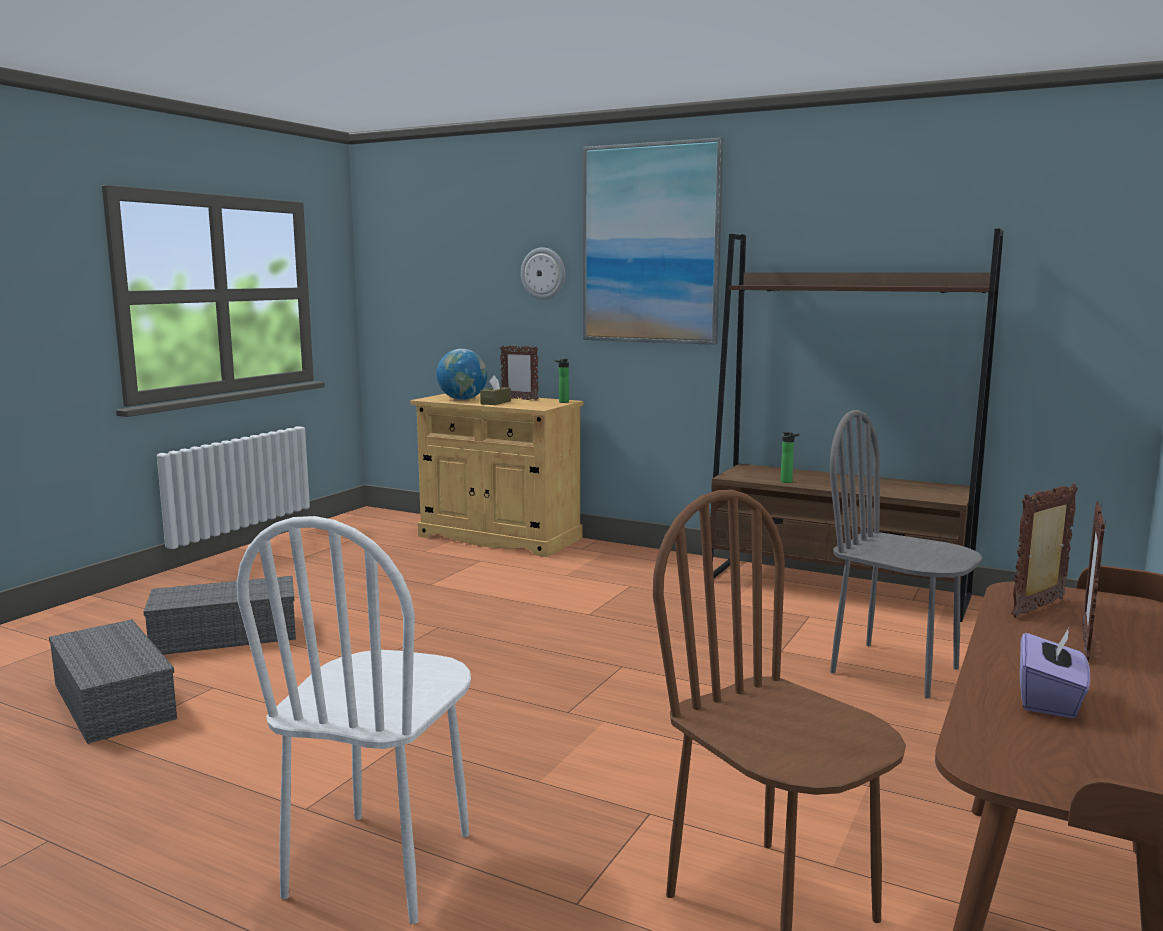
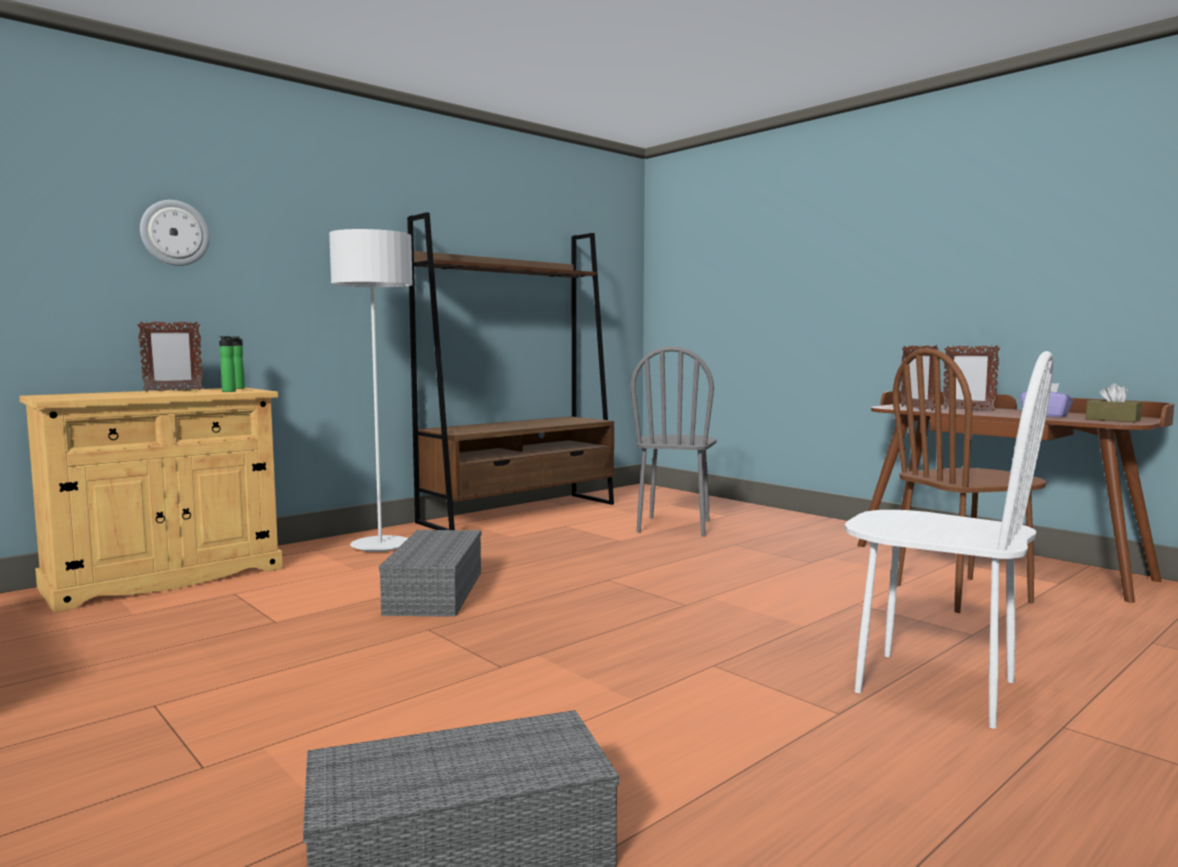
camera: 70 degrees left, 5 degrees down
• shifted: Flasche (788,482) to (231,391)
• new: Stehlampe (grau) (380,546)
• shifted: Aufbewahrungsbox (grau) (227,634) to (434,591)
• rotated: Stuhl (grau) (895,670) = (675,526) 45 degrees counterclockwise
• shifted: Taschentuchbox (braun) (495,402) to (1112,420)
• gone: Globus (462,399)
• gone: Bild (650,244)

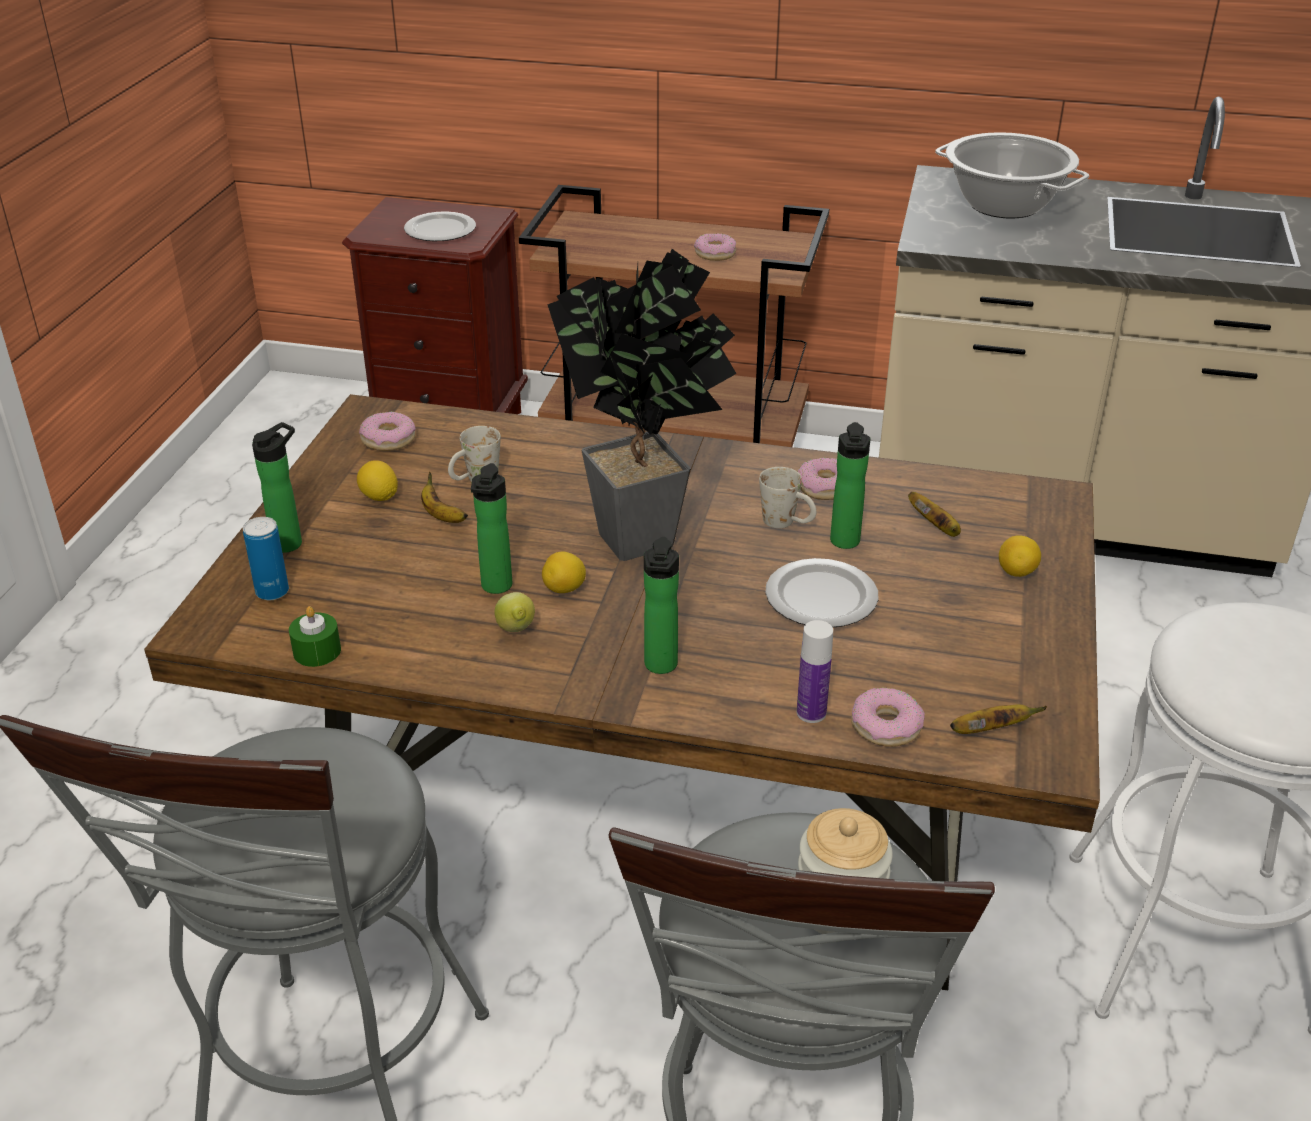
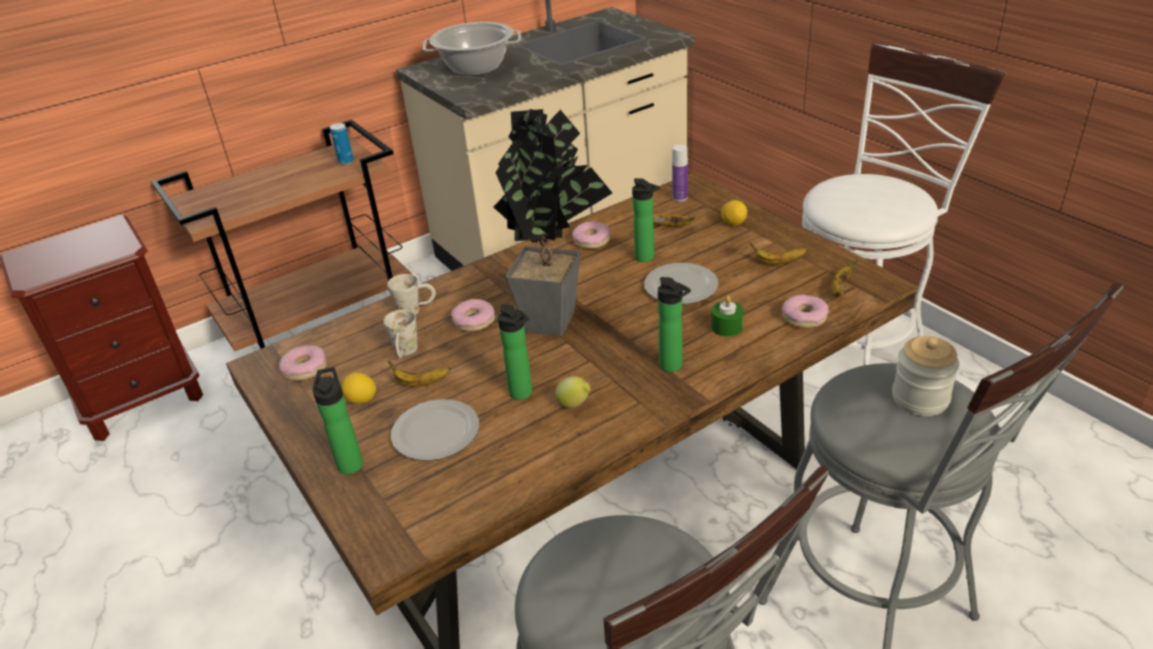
camera: 45 degrees left, 0 degrees up
• shifted: Dose (272,592) to (346,161)
• shifted: Henkelbecher (weiß) (787,523) to (416,310)
• shifted: Teller (441,230) to (437,432)
• shifted: Donut (715,253) to (474,321)
• shifted: Flasche (811,713) to (679,198)
• shifted: Kerze (grün) (317,651) to (727,327)
• new: Banane (777,262)
• gone: Zitrone (564,589)

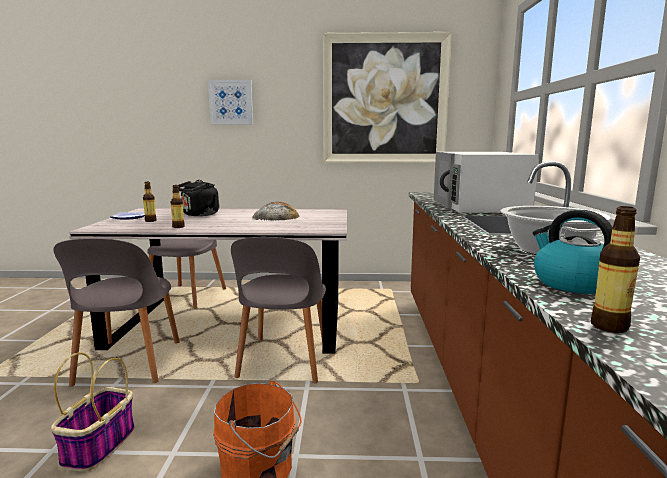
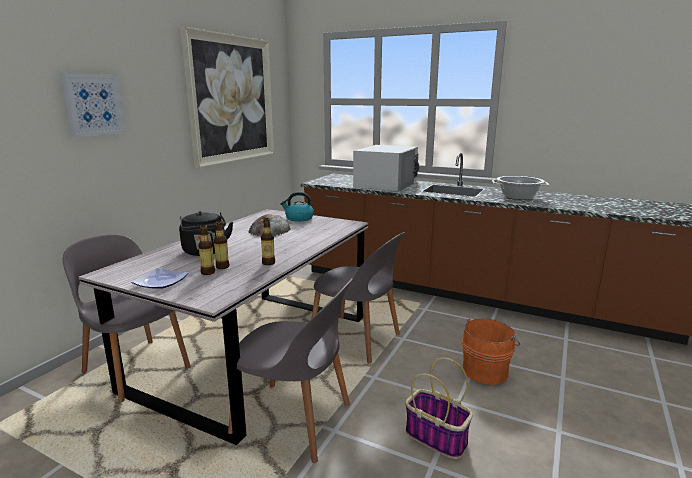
camera: 65 degrees left, 5 degrees up
• shifted: Flasche (609,326) to (222,267)
• shifted: Wasserkessel (572,283) to (299,218)
• rotated: Mikrowelle (weiß) (479,205) = (386,183) 90 degrees counterclockwise

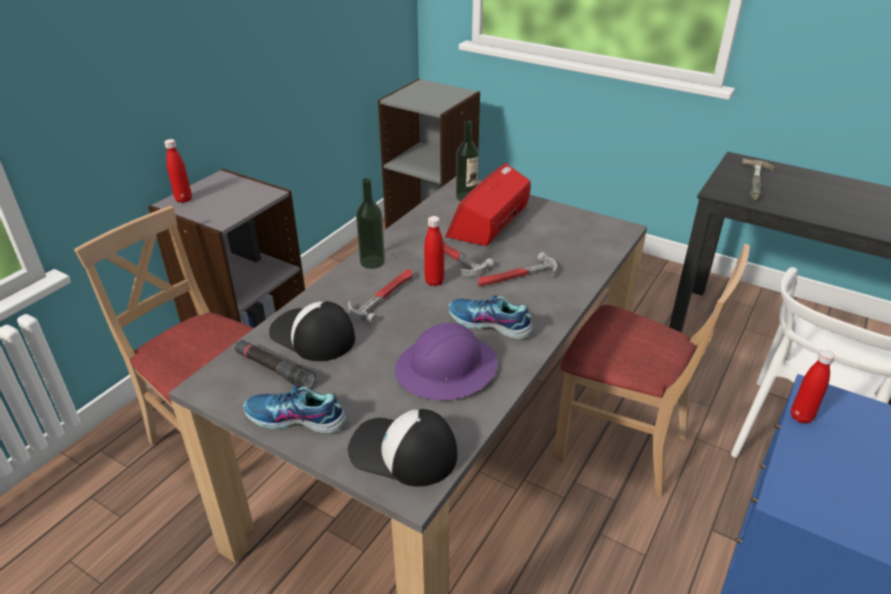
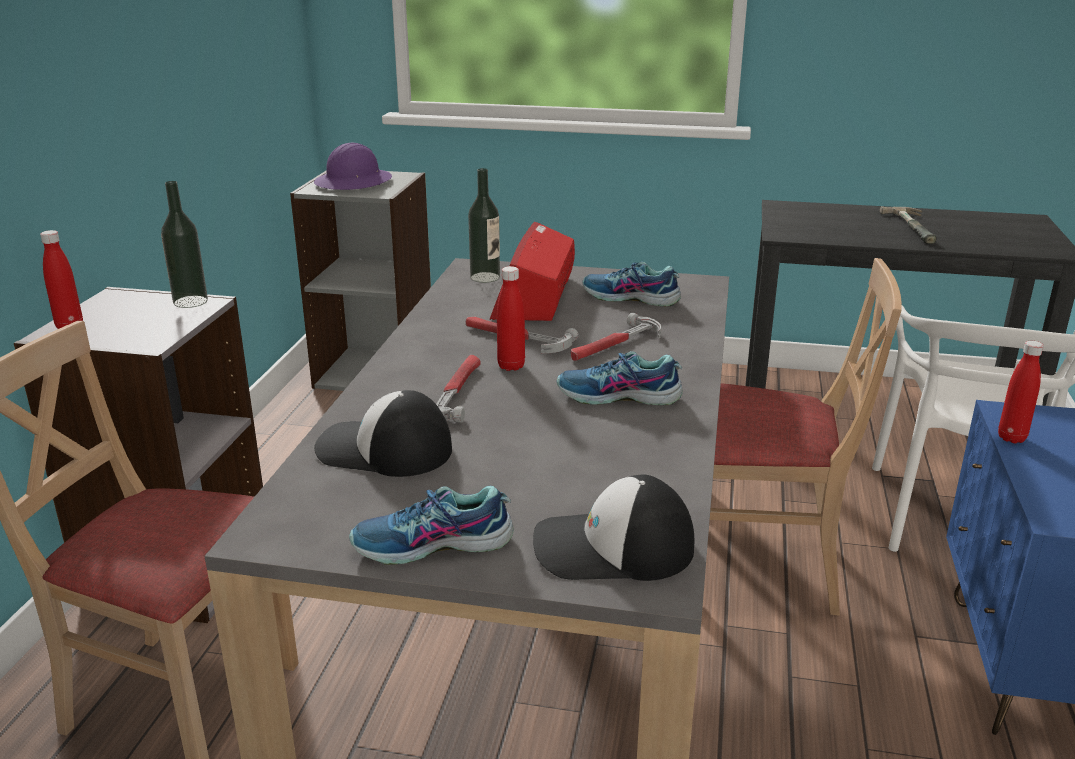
camera: 20 degrees left, 10 degrees down
• shifted: Flasche (372,262) to (190,301)
• shifted: Schutzhelm (lila) (447,369) to (354,182)
• new: Schuh (630,298)
• shifted: Hammer (759,182) to (917,227)
• gone: Taschenlampe (schwarz) (274,370)

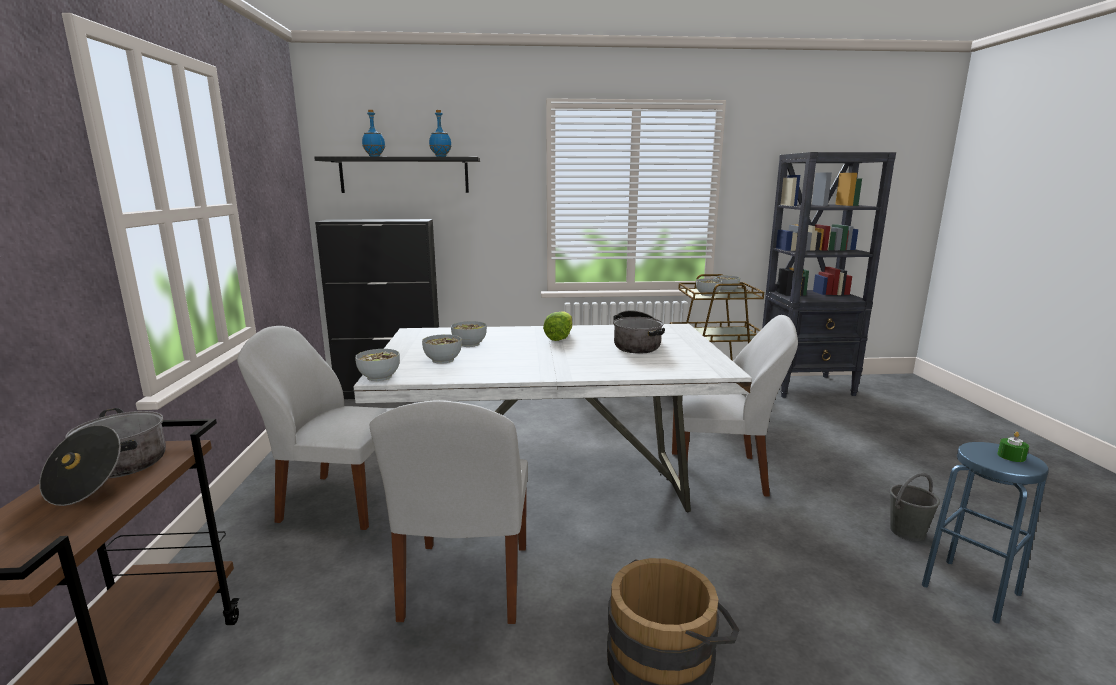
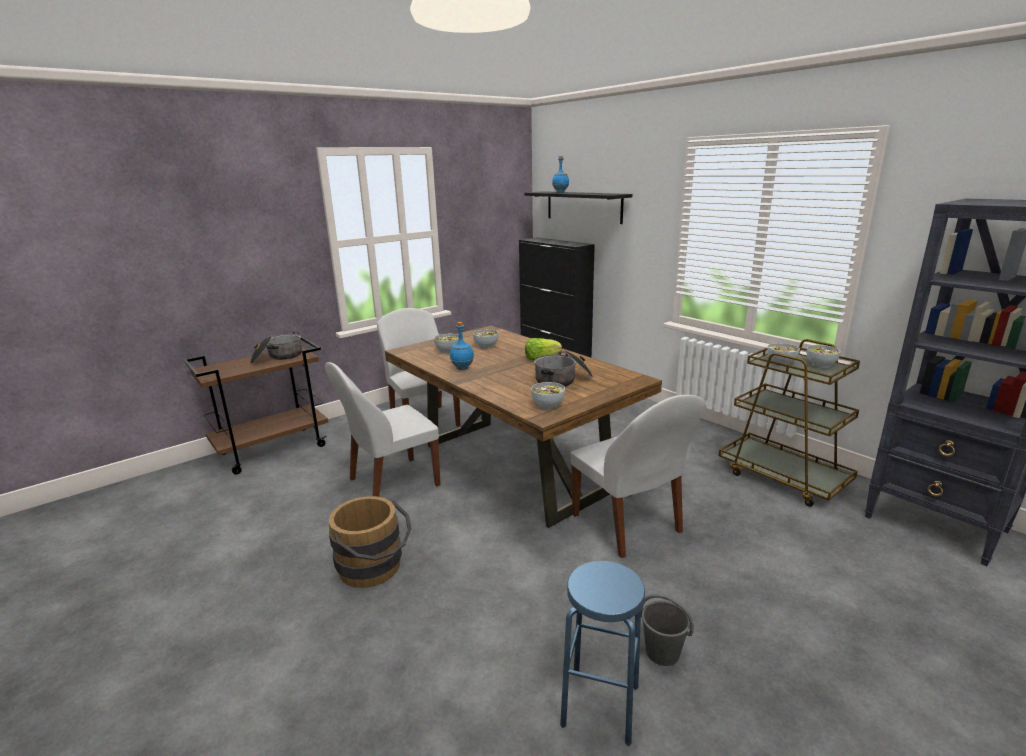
camera: 55 degrees right, 5 degrees up
• repainted: Esstisch (weiß) (549,487) to Esstisch (braun) (512,467)
• shifted: Flasche (blau) (441,156) to (462,368)
• shifted: Schüssel (379,377) to (548,405)
• gone: Kerze (grün) (1011,456)

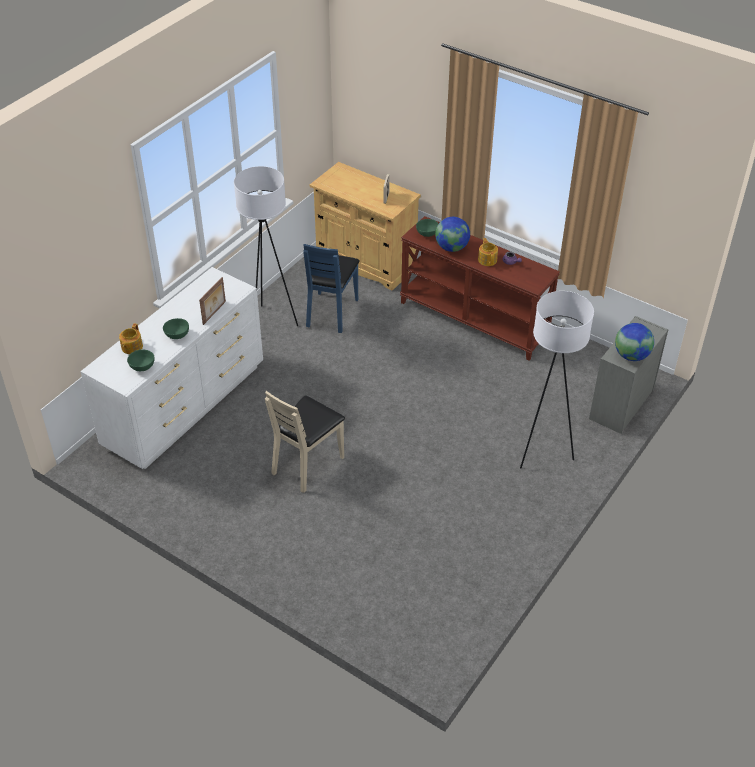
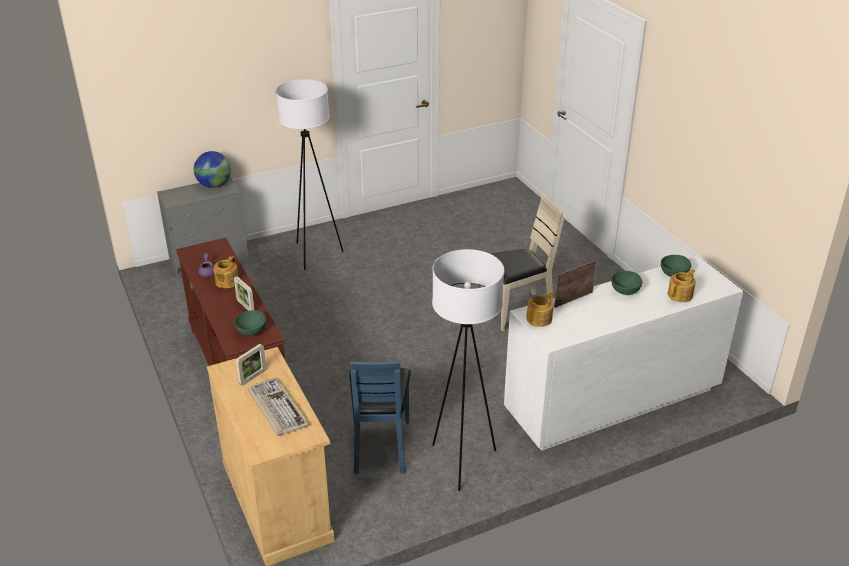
camera: 150 degrees left, 10 degrees down
• swapped: Globus (451,248) to Bilderrahmen (245,306)
• new: Tastatur (276,408)
• rotated: Stuhl (blau) (331,312) = (380,446) 135 degrees clockwise
• new: Teekanne (540,319)

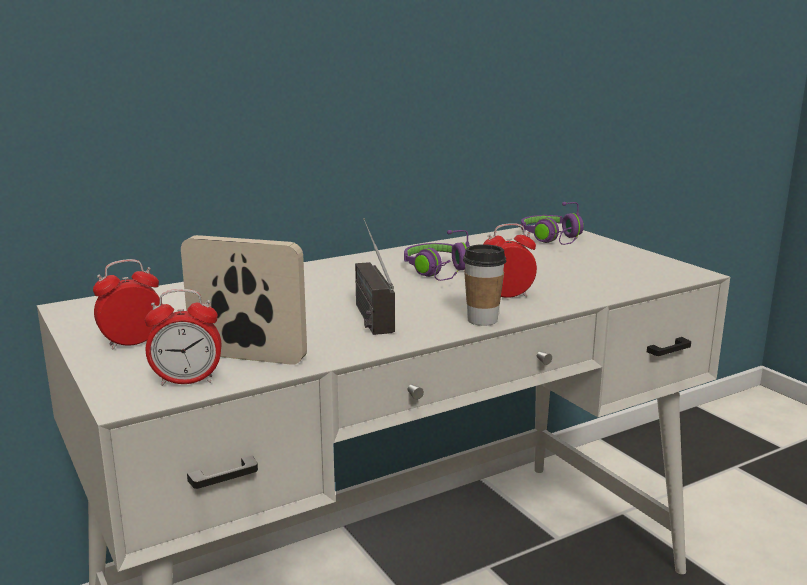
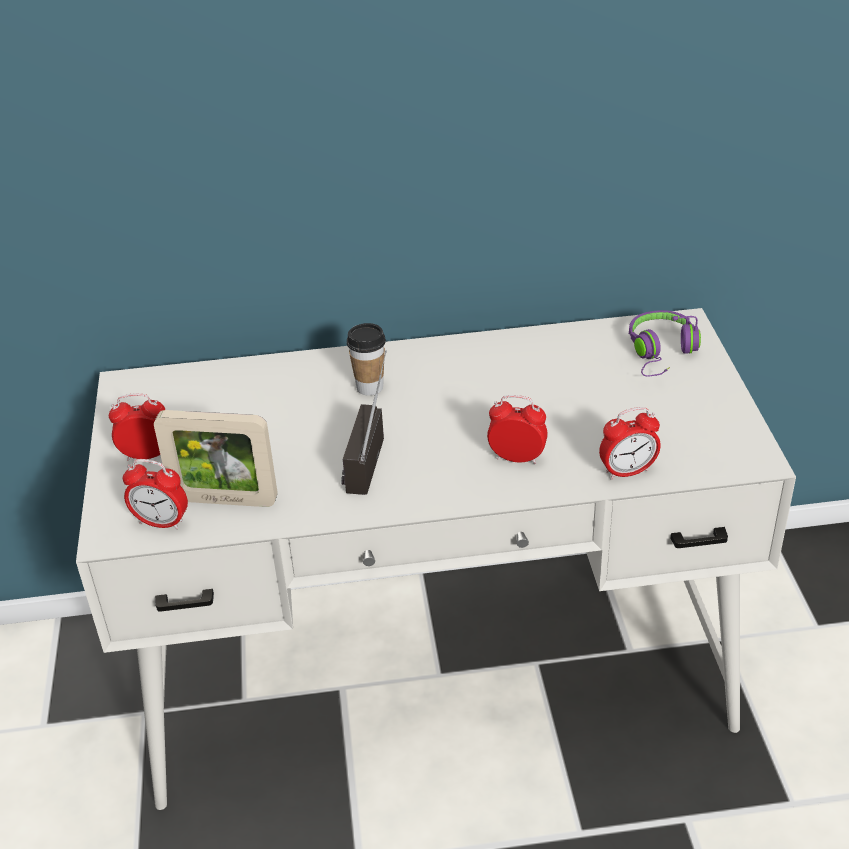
camera: 25 degrees right, 20 degrees up
• rotated: Bilderrahmen (248,357) = (224,500) 150 degrees clockwise
• shifted: Tasse (482,320) to (369,387)
• new: Wecker (627,471)
• gone: Kopfhörer (lila) (439,272)

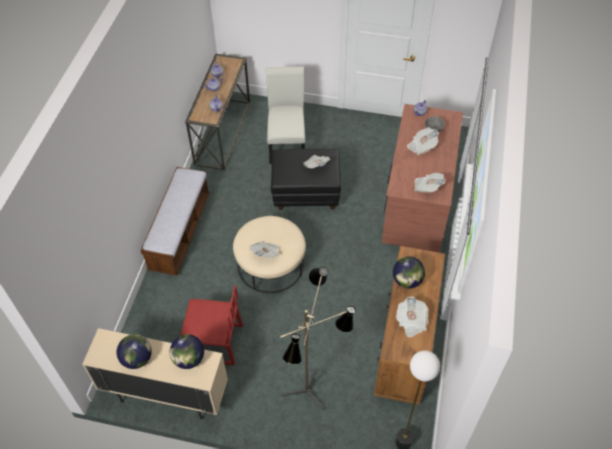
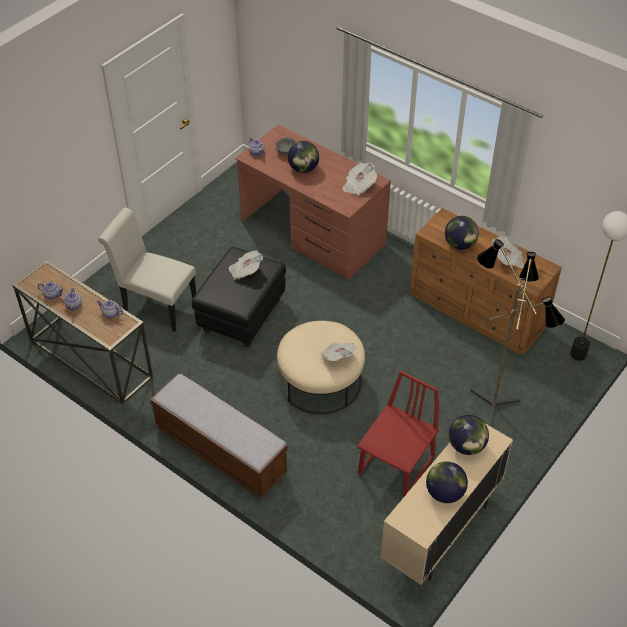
camera: 65 degrees left, 5 degrees down
• swapped: Zeitung (421,146) to Globus (303,169)

